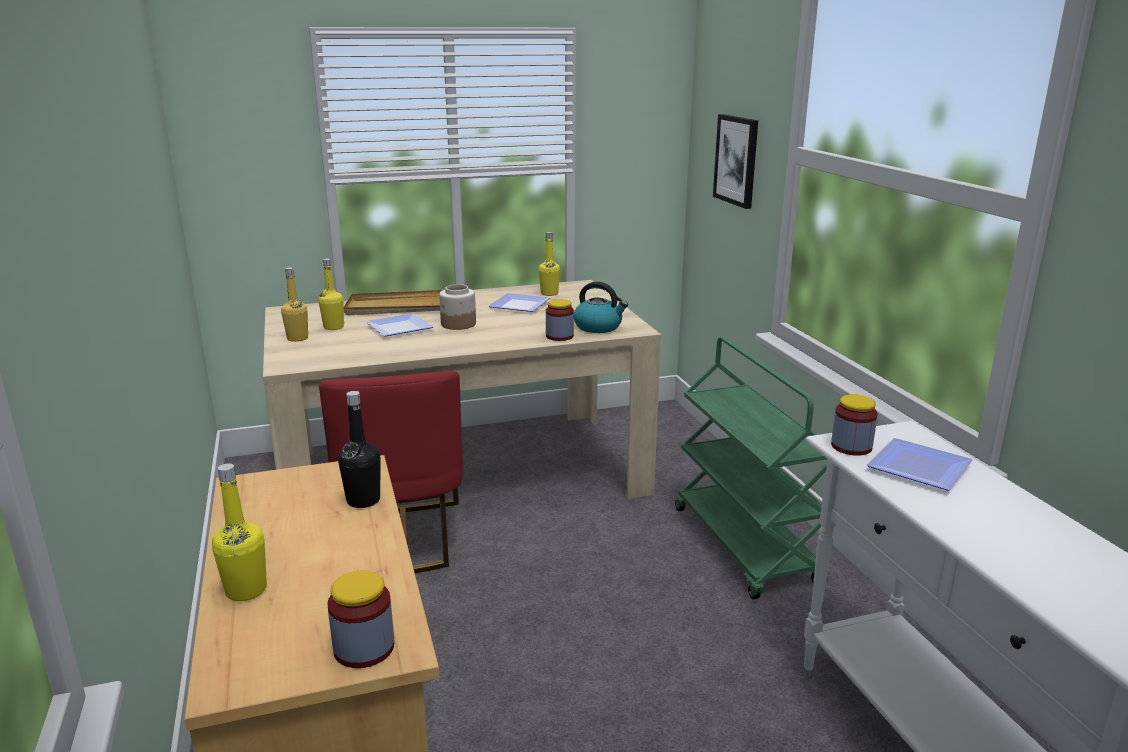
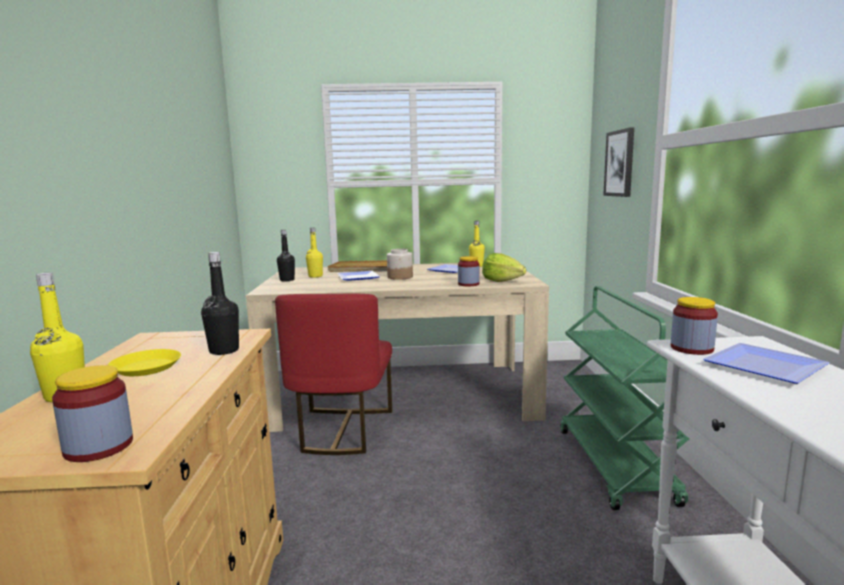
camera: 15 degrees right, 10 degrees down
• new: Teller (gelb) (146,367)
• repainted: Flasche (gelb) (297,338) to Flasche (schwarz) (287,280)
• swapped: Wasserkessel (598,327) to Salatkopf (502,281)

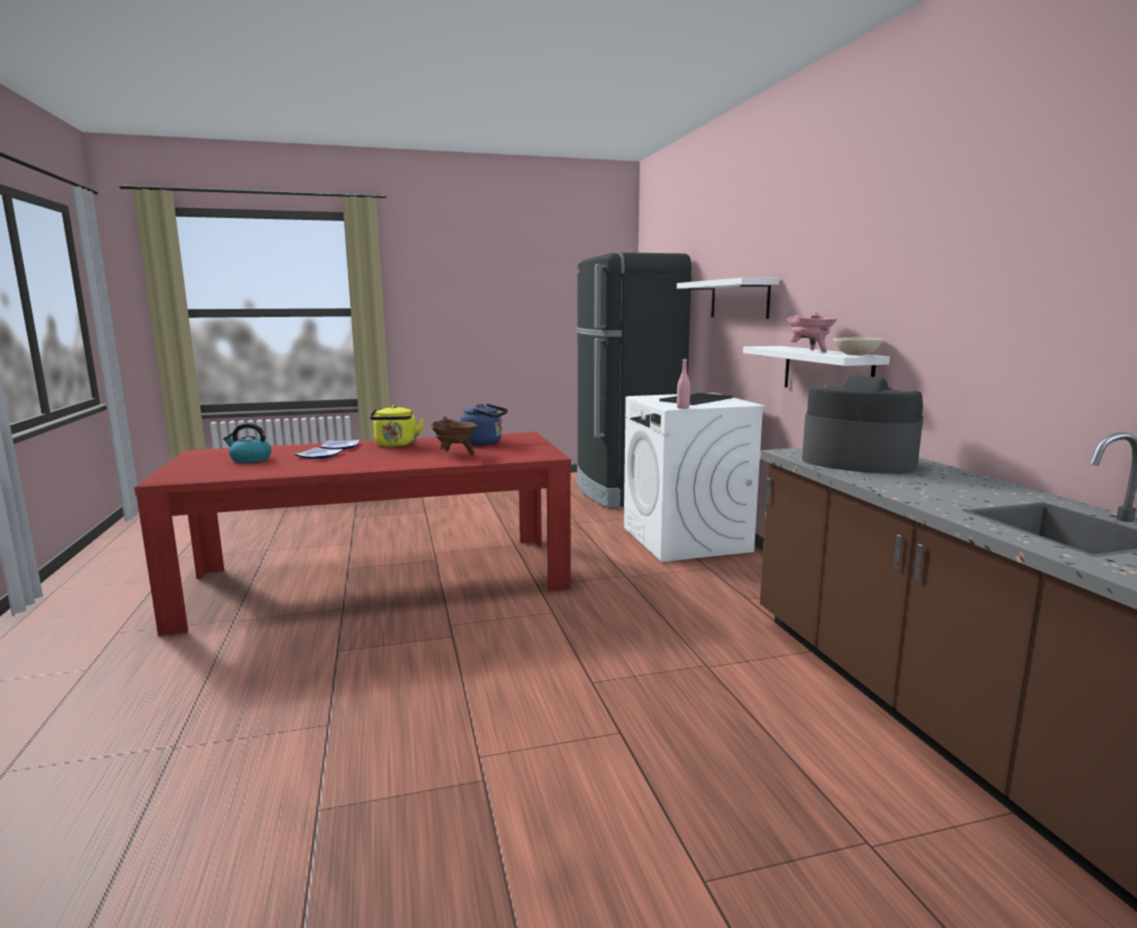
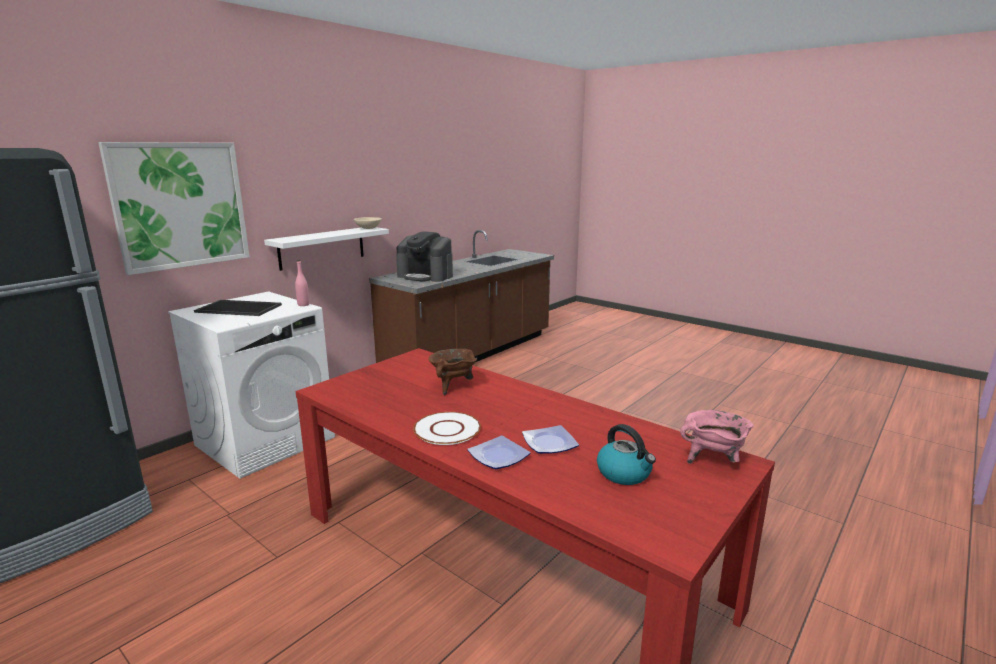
camera: 125 degrees left, 5 degrees up
• swapped: Wandregal (weiß) (739,299) to Bild (180,205)
• rotated: Kaffeemaschine (857,462) = (426,276) 60 degrees counterclockwise
• swapped: Wasserkessel (gelb) (396,445) to Teller (weiß) (447,429)
• shifted: Kochtopf (rosa) (809,351) to (713,461)
• gone: Wasserkessel (blau) (485,443)

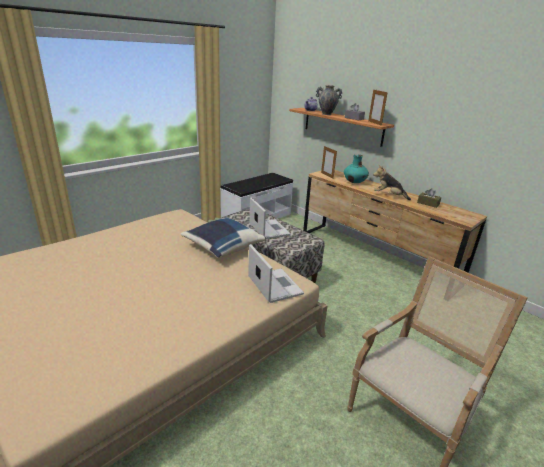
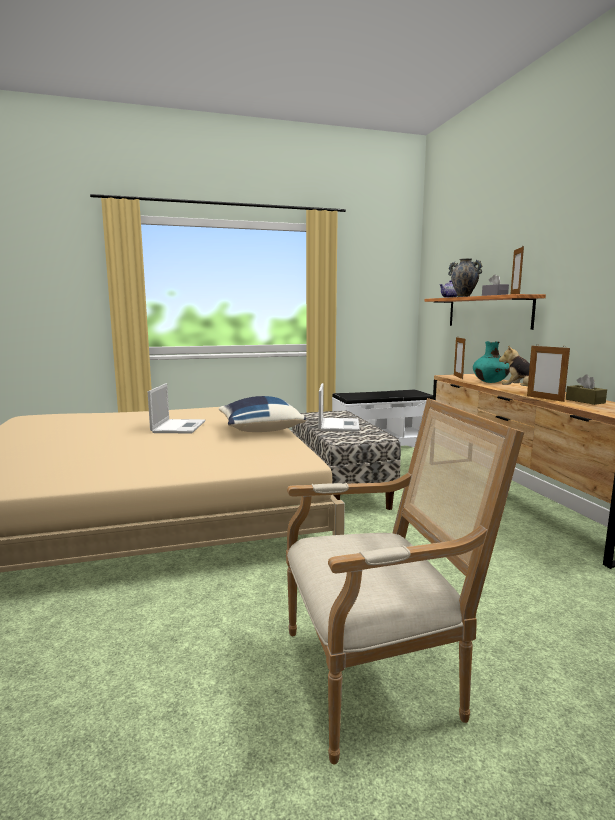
camera: 30 degrees right, 15 degrees down
• shifted: Laptop (274,285) to (179,426)
• new: Bilderrahmen (545,398)

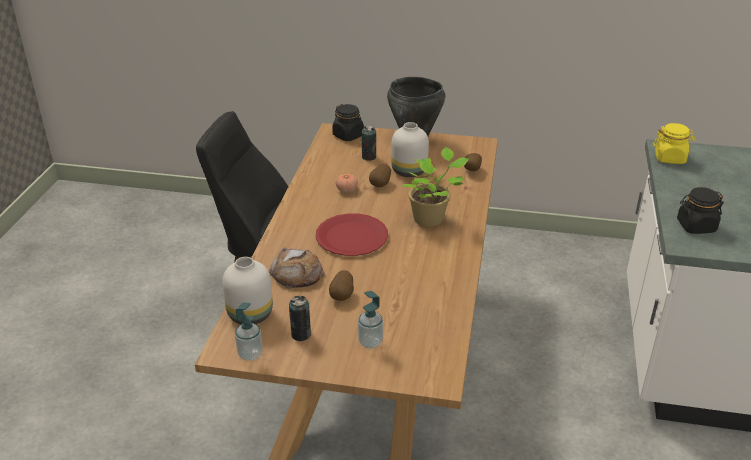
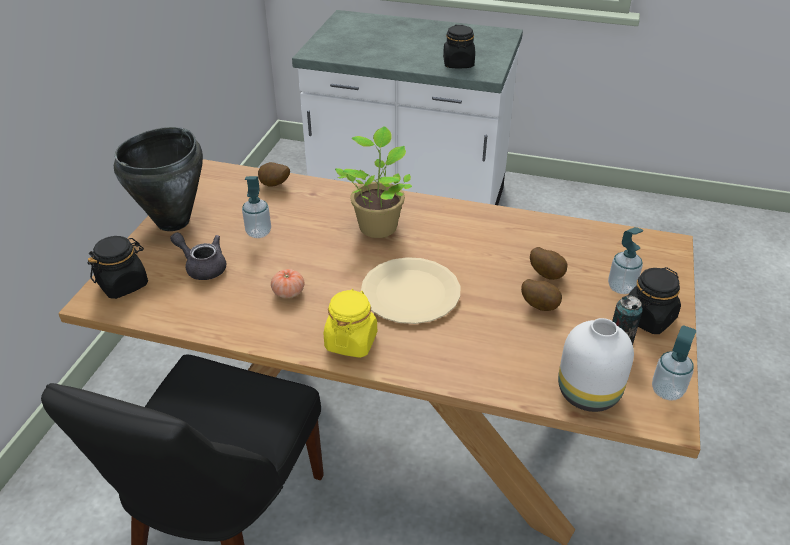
camera: 85 degrees left, 5 degrees up
• swapped: Dose (369,157) to Teekanne (grau) (202,267)
• swapped: Vase (weiß) (410,171) to Seifenspender (258,232)
• shifted: Vorratsglas (gelb) (670,158) to (351,341)
• repainted: Teller (rot) (351,237) to Teller (beige) (410,293)
• shifted: Kartoffel (381,185) to (547,274)
• new: Vorratsglas (schwarz) (648,318)
• gone: Brot (297,273)

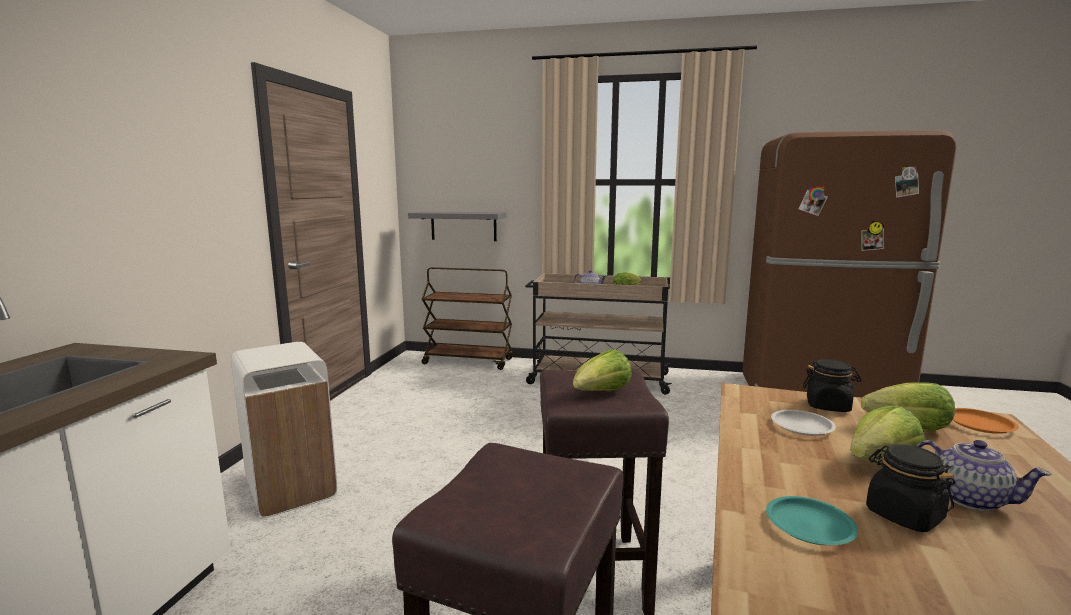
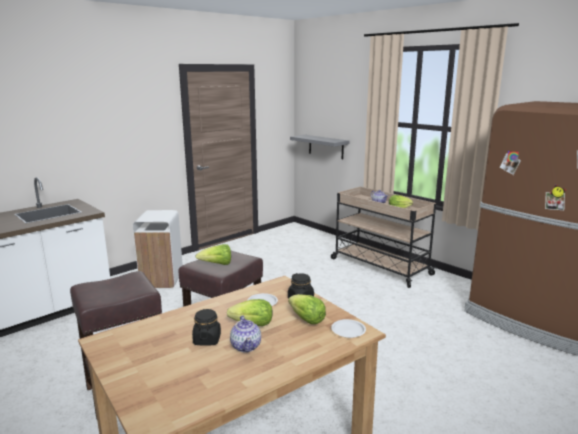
camera: 35 degrees right, 5 degrees up
• repainted: Teller (orange) (979,424) to Teller (weiß) (348,331)
• gone: Rollwagen (braun) (469,361)
• gone: Teller (türkis) (809,526)

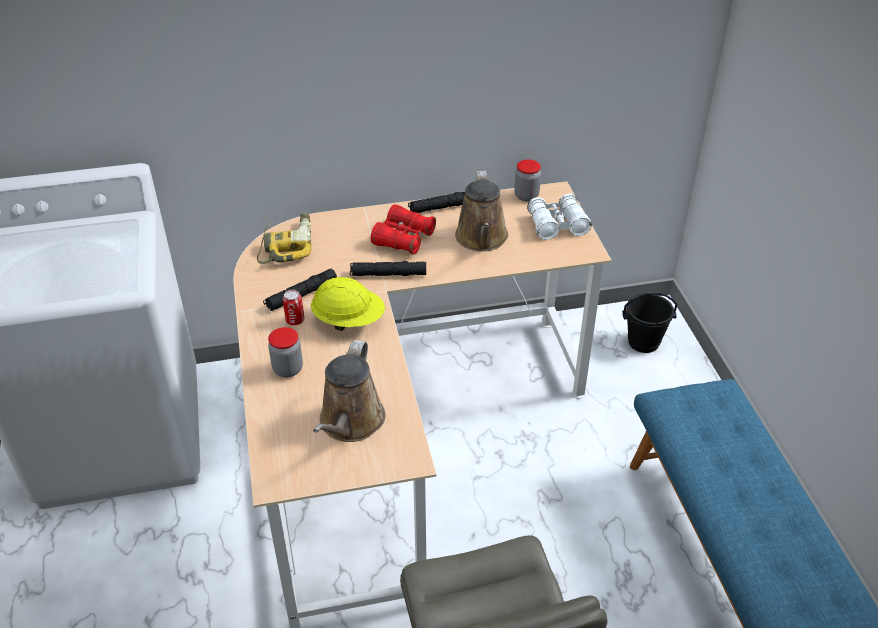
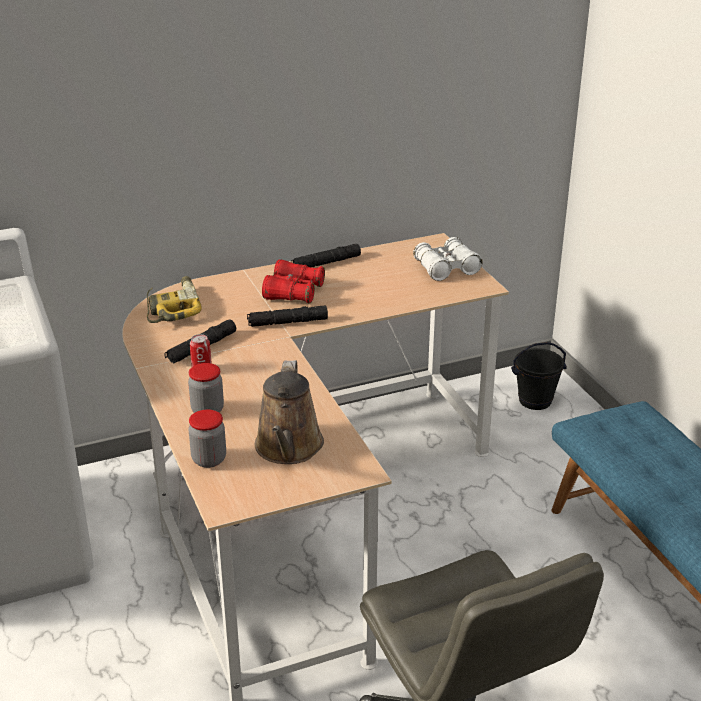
camera: 10 degrees left, 10 degrees down
• shifted: Vorratsglas (526,196) to (209,459)
• gone: Schutzhelm (gelb) (349,320)
• gone: Gießkanne (braun) (482,239)

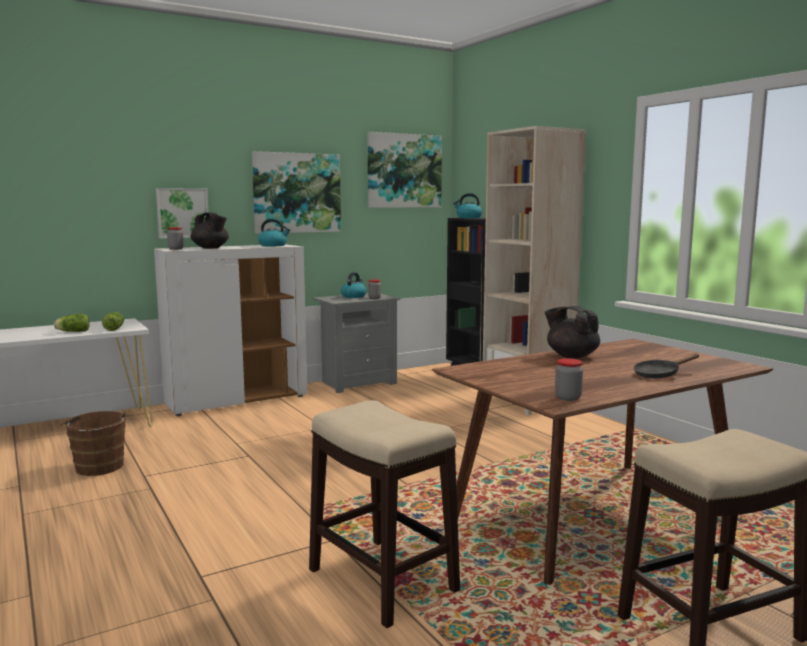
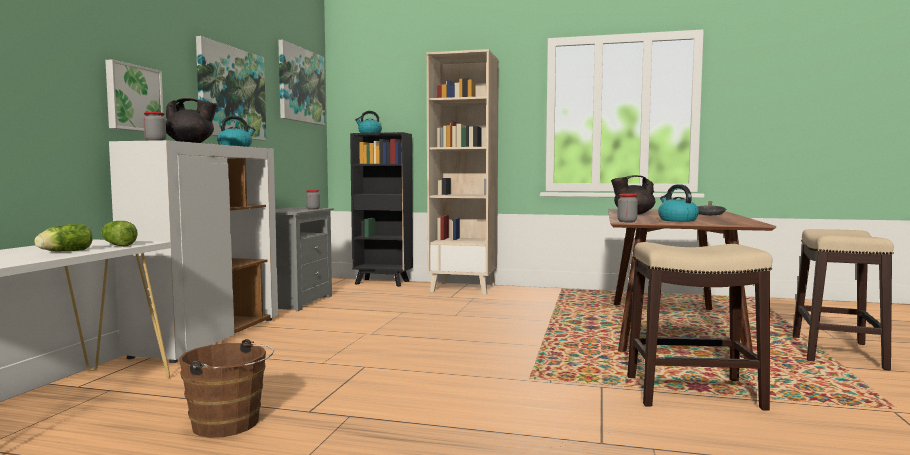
camera: 45 degrees left, 5 degrees down
• shifted: Vorratsglas (568,398) to (627,221)
• shifted: Wasserkessel (354,296) to (677,220)

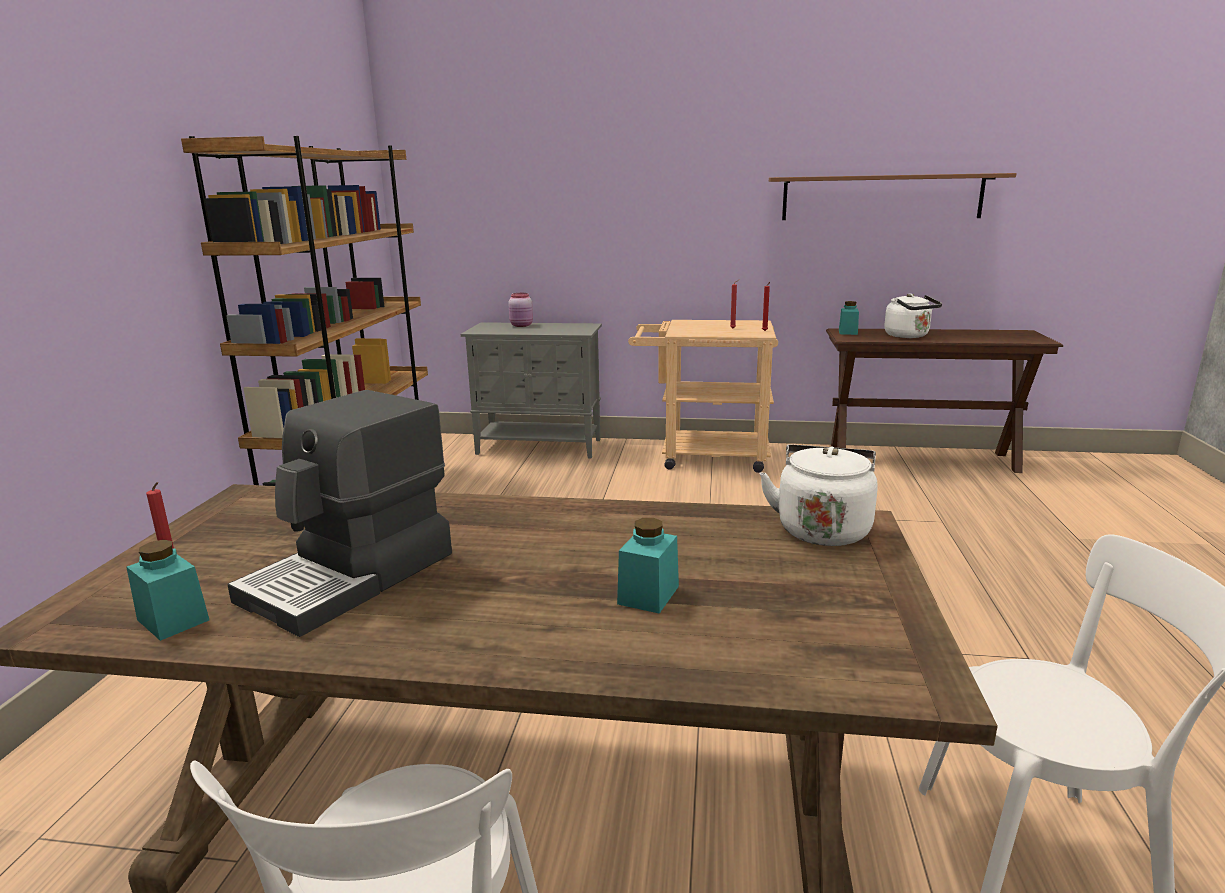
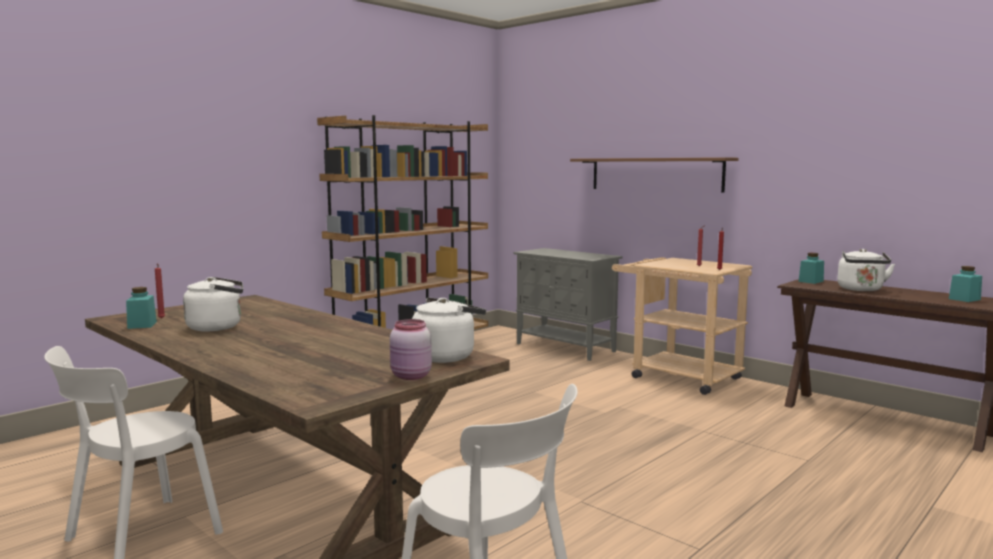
camera: 35 degrees right, 10 degrees down
• swapped: Kaffeemaschine (352,577) to Wasserkessel (weiß) (218,327)
• shifted: Vorratsglas (rosa) (522,325) to (411,376)
• shifted: Wandregal (braun) (881,197) to (655,174)
• shifted: Vorratsglas (türkis) (648,595) to (964,299)

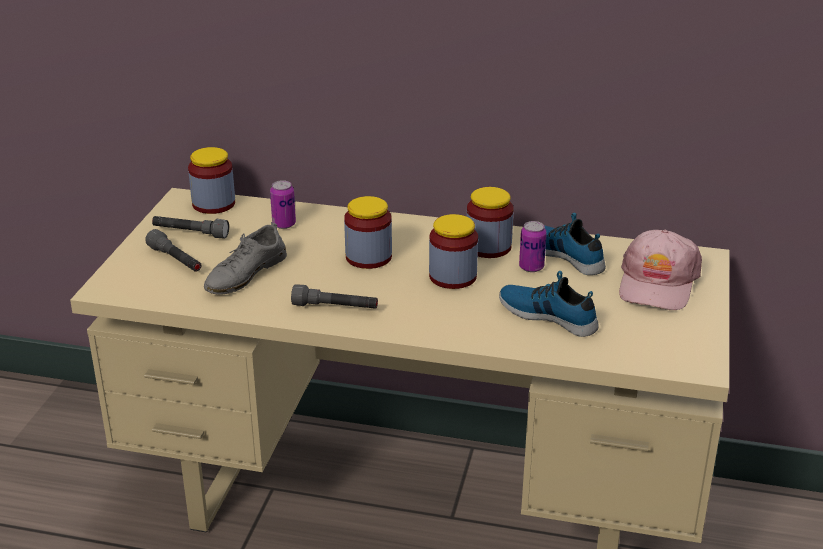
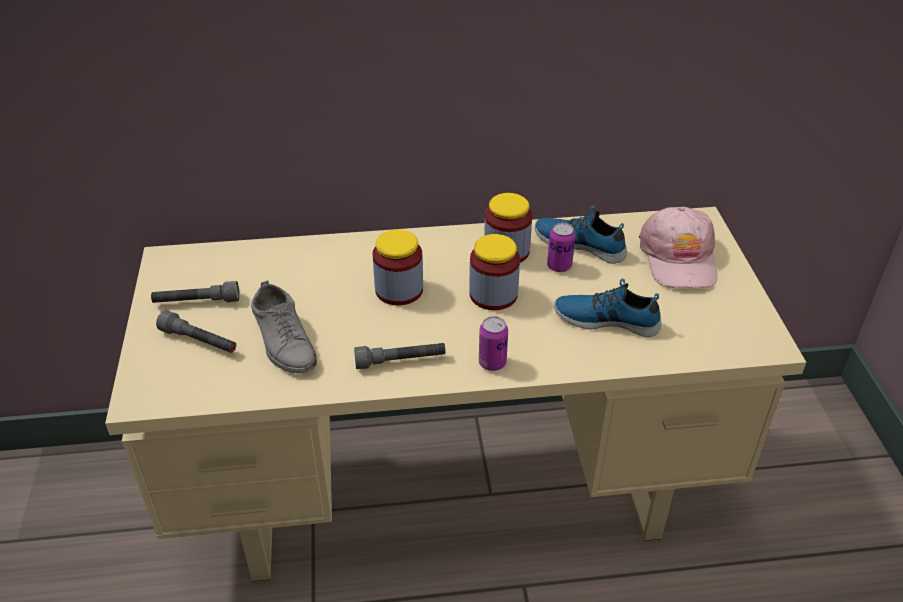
camera: 20 degrees left, 10 degrees up
• rotated: Schuh (grau) (245,274) = (284,341) 45 degrees counterclockwise
• shifted: Dose (284,224) to (492,363)
• gone: Vorratsglas (213,204)

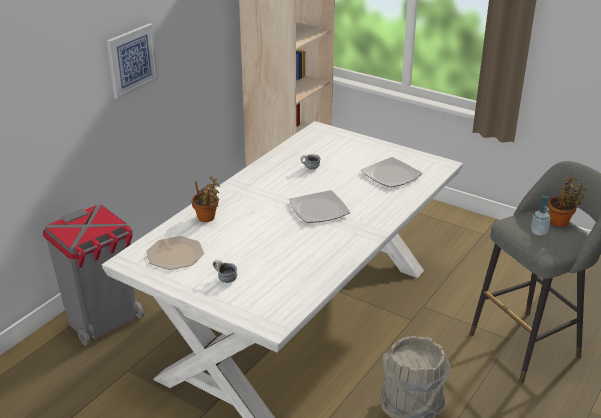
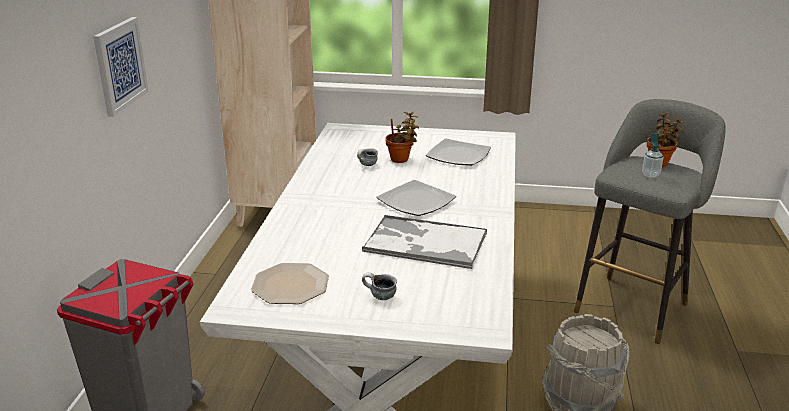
camera: 25 degrees left, 5 degrees down
• new: Tablett (424,243)
• shifted: Topfpflanze (207,218) to (401,160)

